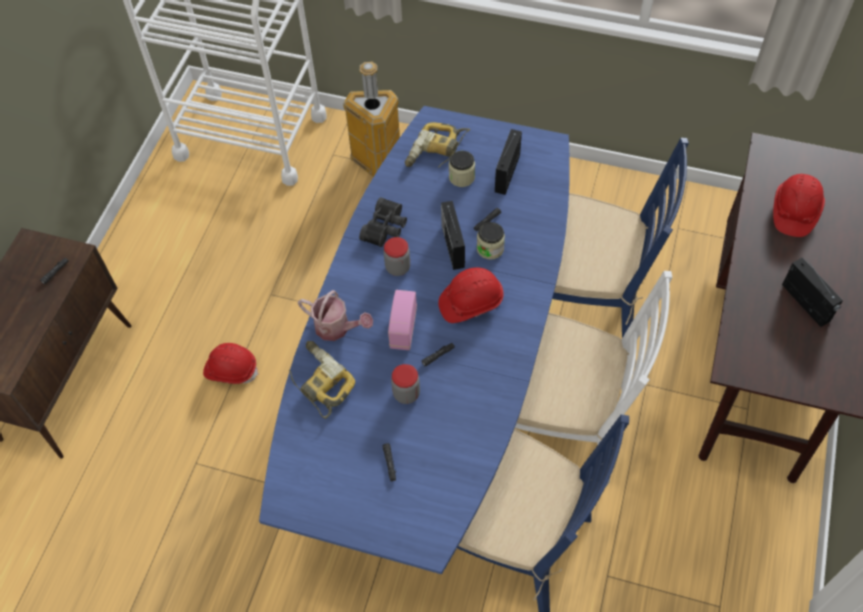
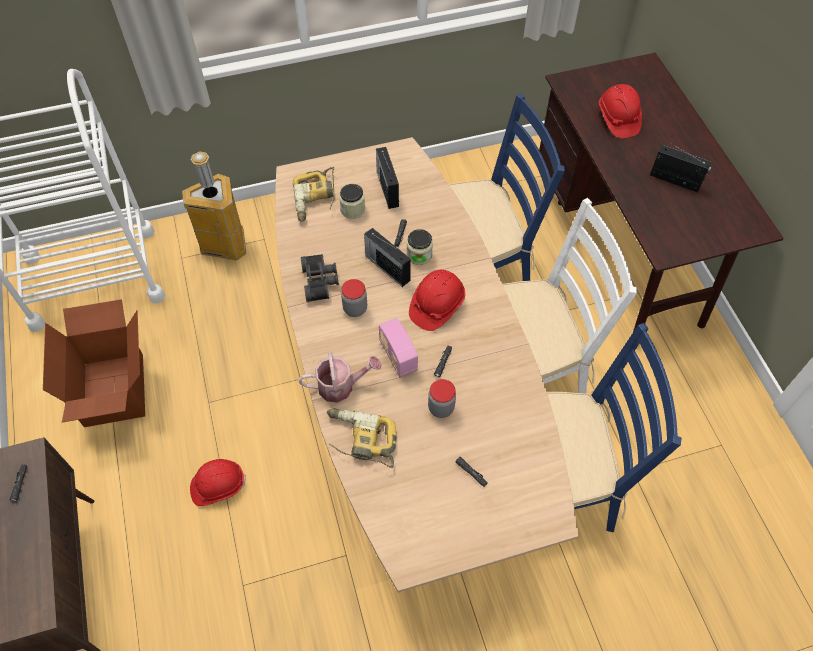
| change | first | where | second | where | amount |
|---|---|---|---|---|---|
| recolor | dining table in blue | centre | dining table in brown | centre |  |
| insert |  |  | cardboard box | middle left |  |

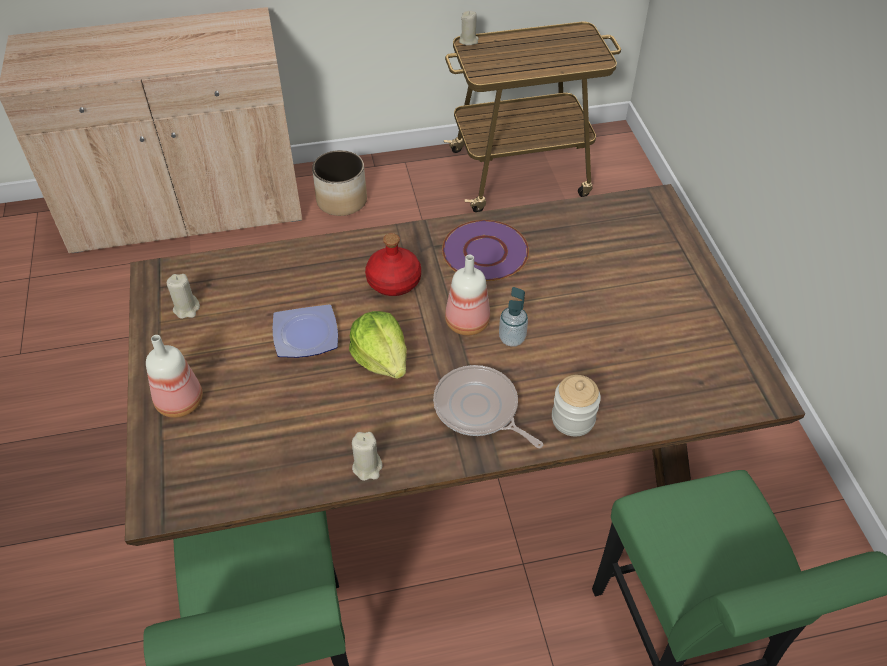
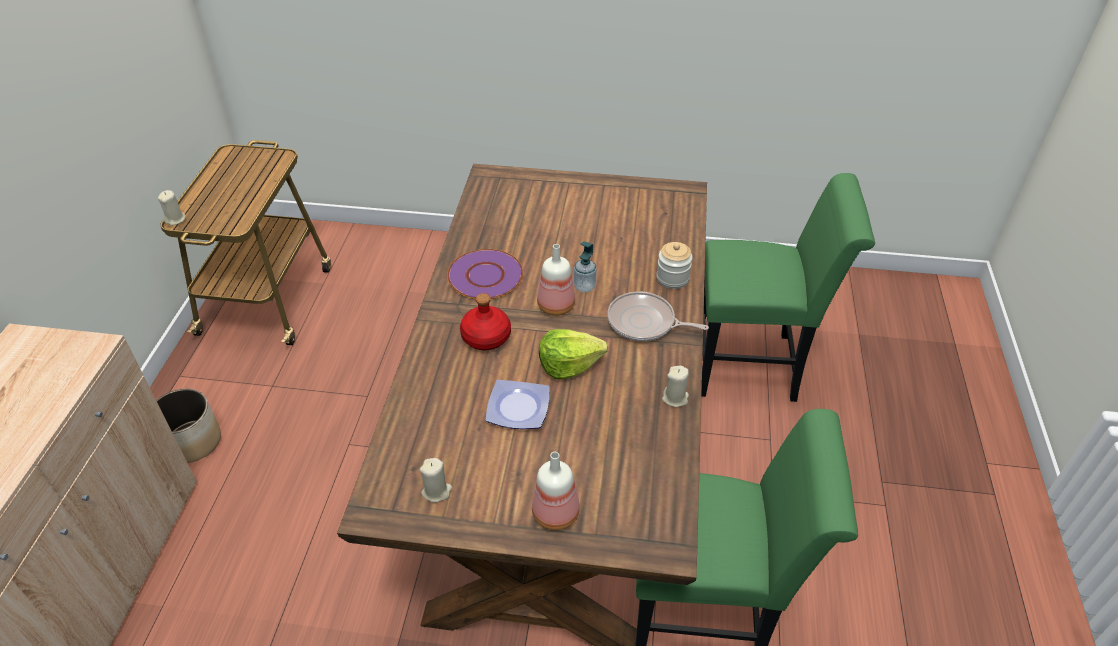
| change | first | where | second | where | amount |
|---|---|---|---|---|---|
| rotate | frying pan | centre |  | centre | 45 degrees clockwise |

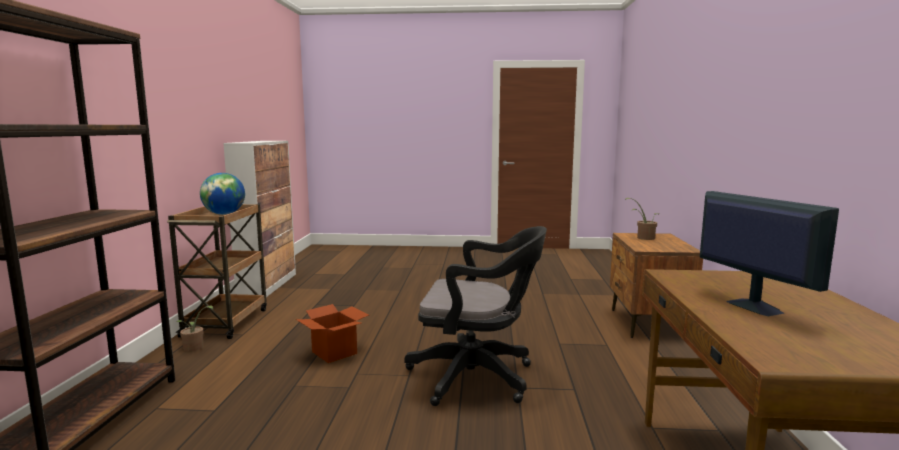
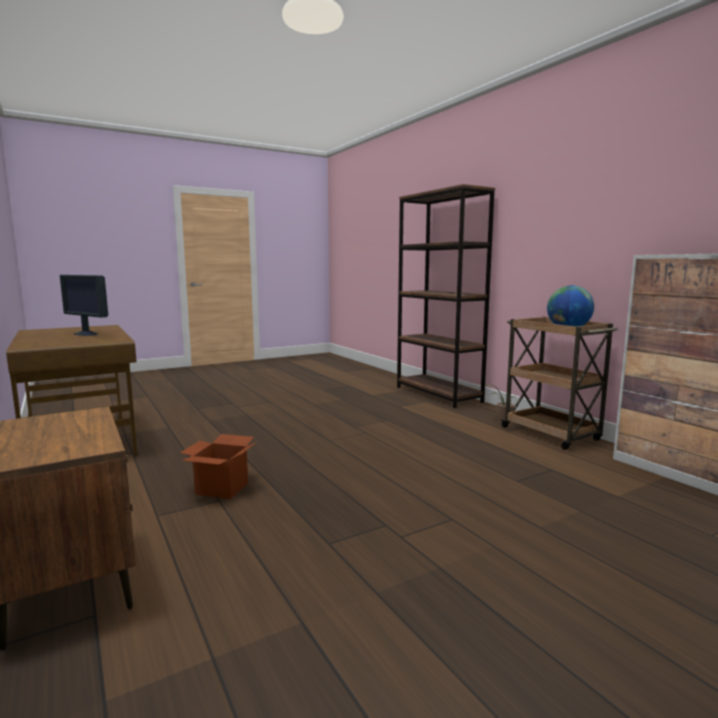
| change | first | where | second | where | amount |
|---|---|---|---|---|---|
| move | cardboard box | bottom centre |  | middle left |  |
| delete | office chair in black | bottom centre |  |  |  |
| delete | potted plant (2nd from left) | middle right |  |  |  |

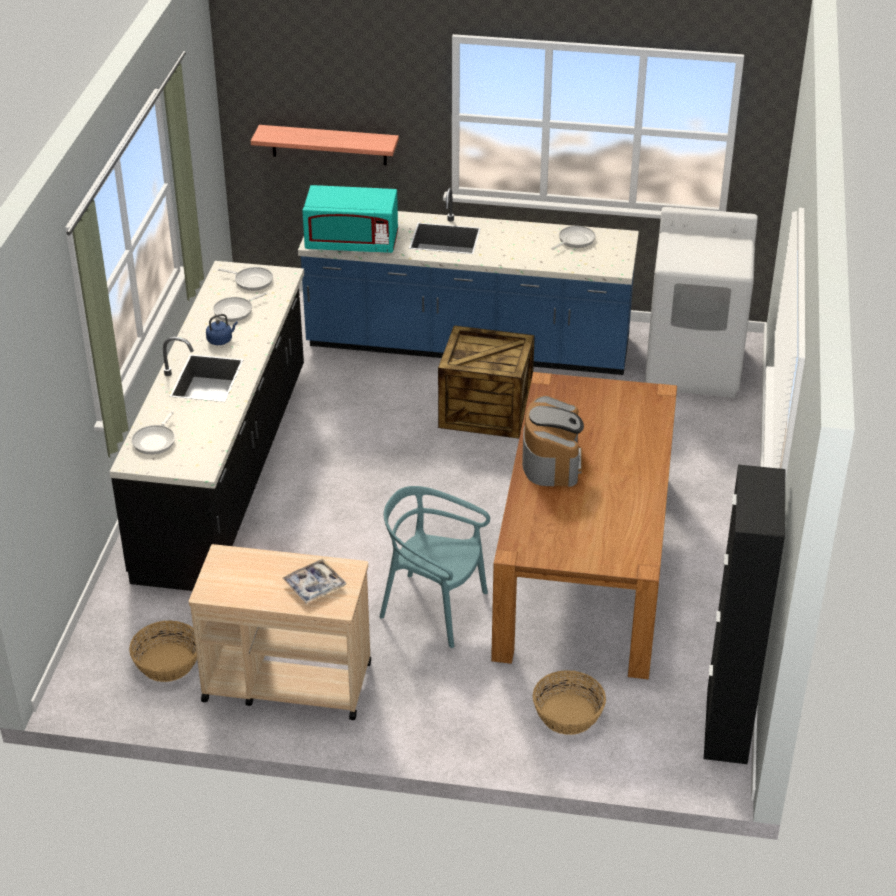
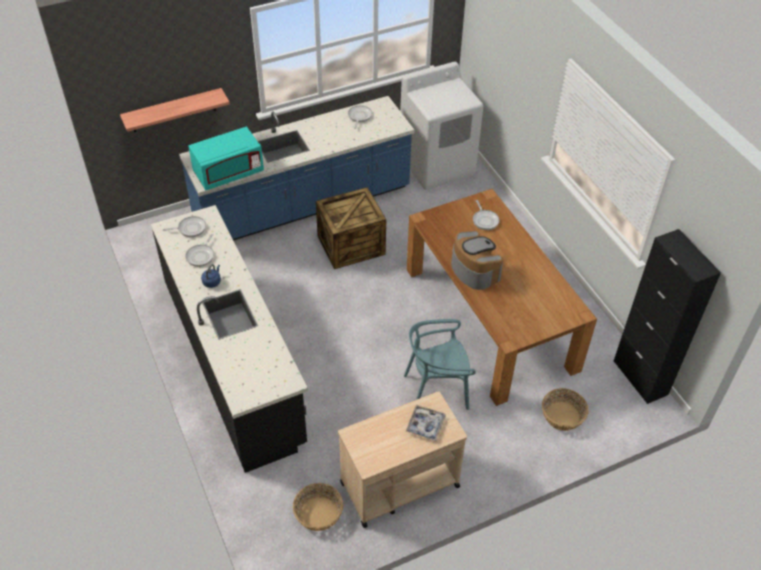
| change | first | where | second | where | amount |
|---|---|---|---|---|---|
| move | frying pan (1st from left in the first image) | middle left | frying pan (4th from left) | centre |  |

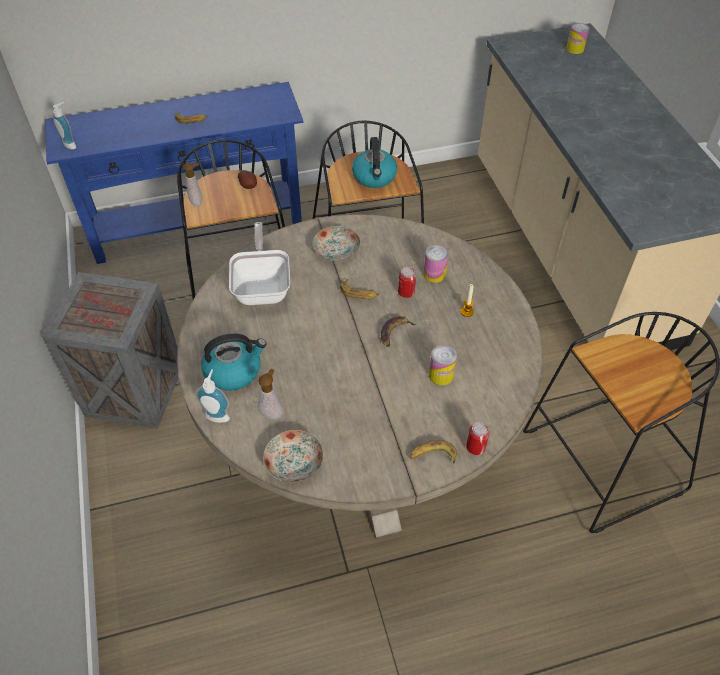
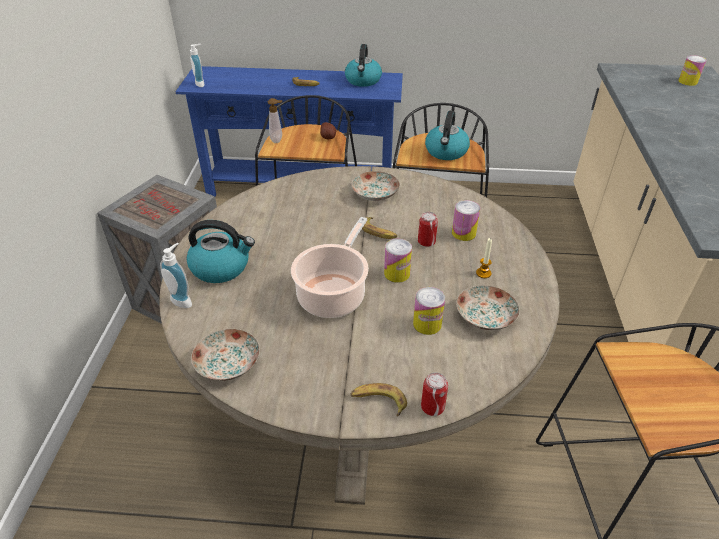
| change | first | where | second | where | amount |
|---|---|---|---|---|---|
| delete | frying pan | centre |  |  |  |
| delete | soap dispenser (4th from left) | centre |  |  |  |
| replace | banana (3rd from left) | centre | can (1st from left) | centre |  |
| insert |  |  | cooking pot | centre |  |
| insert |  |  | kettle (2nd from left) | top centre |  |
| insert |  |  | plate (3rd from left) | middle right |  |

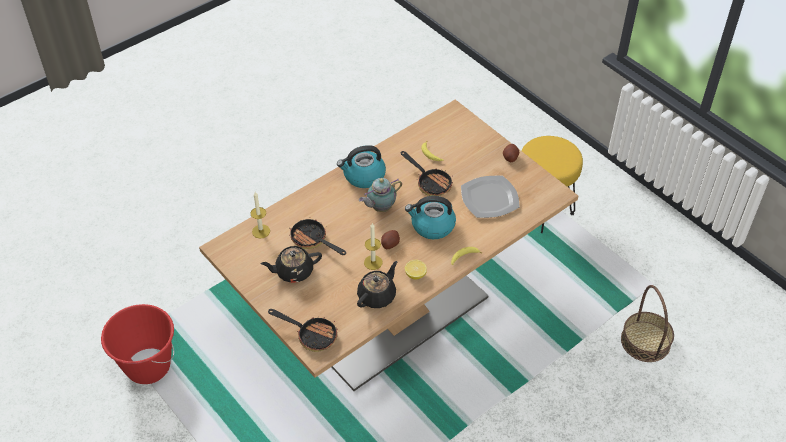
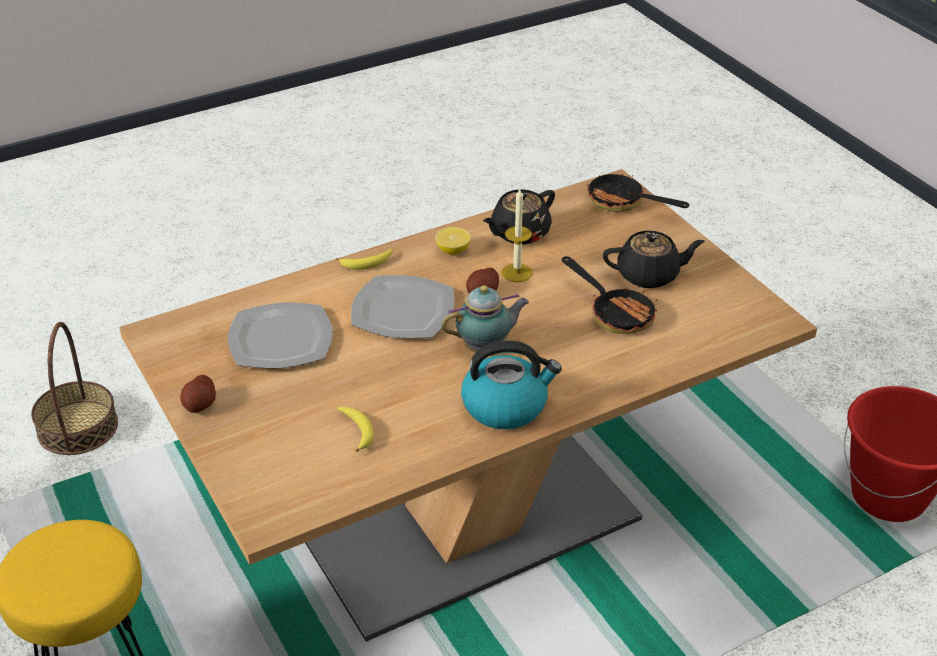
| change | first | where | second | where | amount |
|---|---|---|---|---|---|
| delete | candle (1st from left) | middle left |  |  |  |
| delete | frying pan (3rd from left) | centre |  |  |  |
| replace | kettle (2nd from left) | centre | plate (2nd from left) | centre |  |

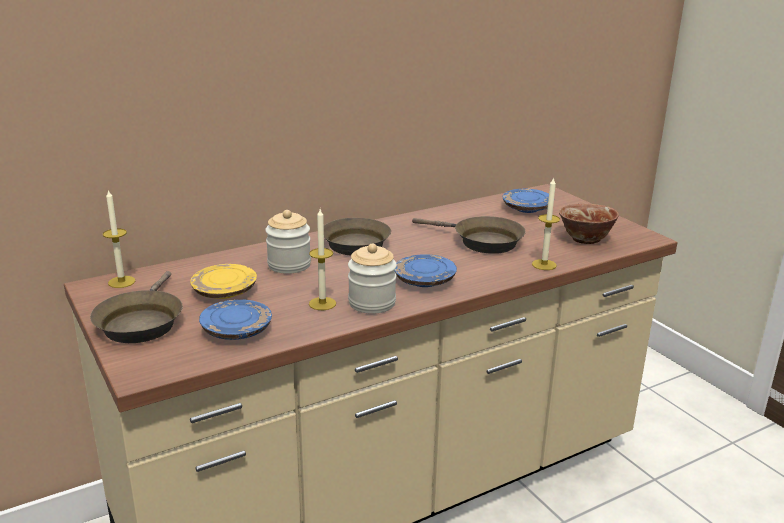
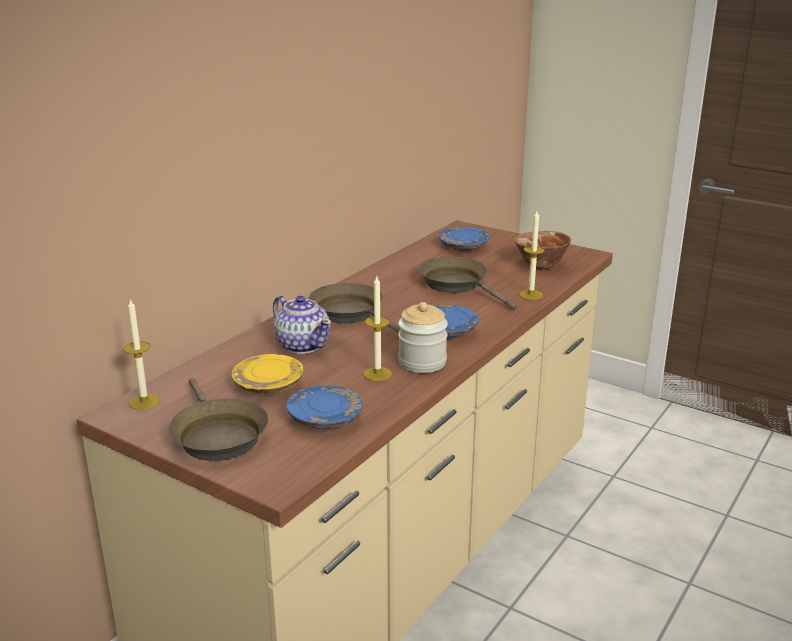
| change | first | where | second | where | amount |
|---|---|---|---|---|---|
| replace | jar (1st from left) | centre | teapot | centre |  |
| rotate | frying pan in brown (3rd from left) | centre |  | centre | 135 degrees counterclockwise |

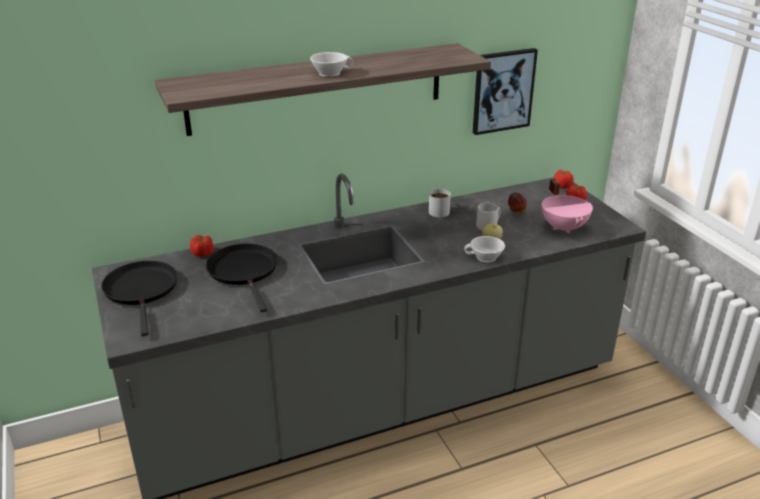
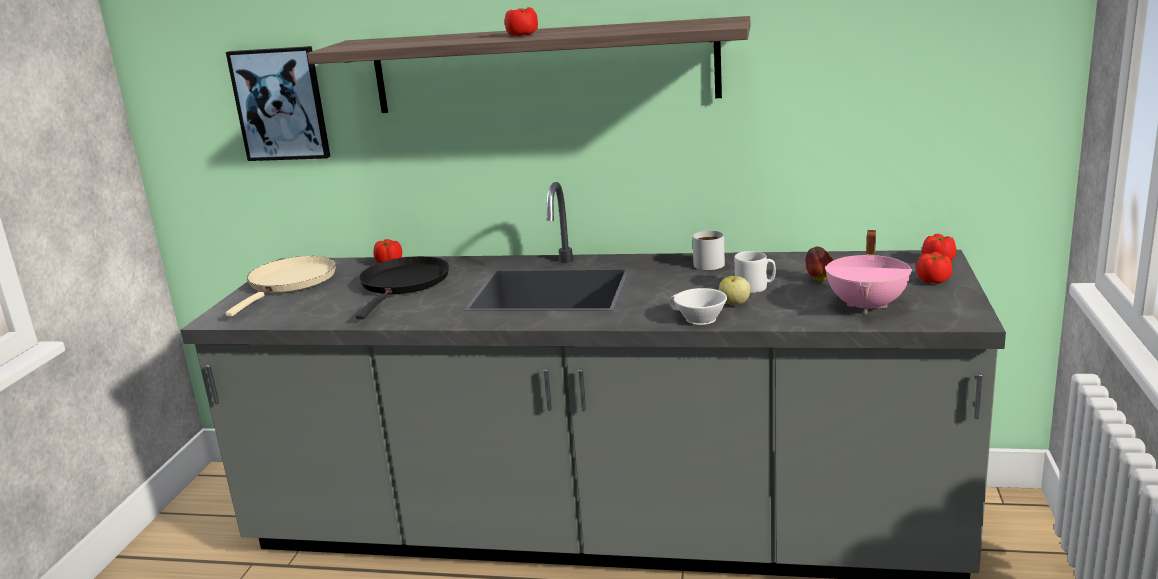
| change | first | where | second | where | amount |
|---|---|---|---|---|---|
| recolor | frying pan in black (1st from left) | middle left | frying pan in beige | middle left |  |
| replace | cup in white (1st from left) | top centre | tomato (2nd from left) | top centre |  |
| move | picture | top centre |  | top left |  |

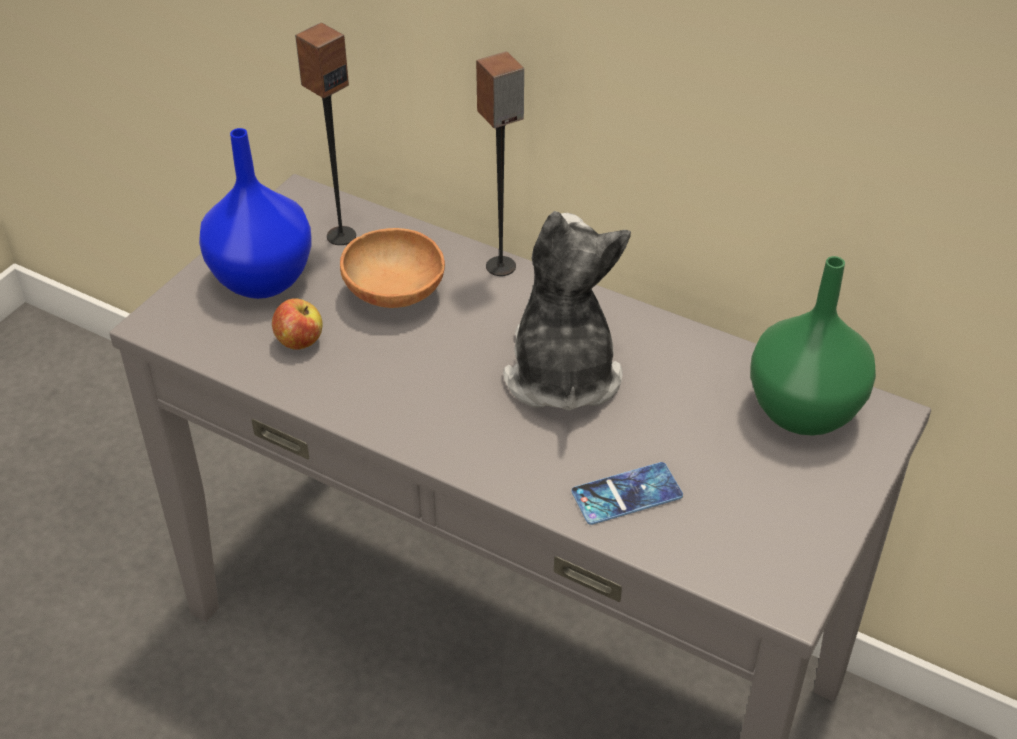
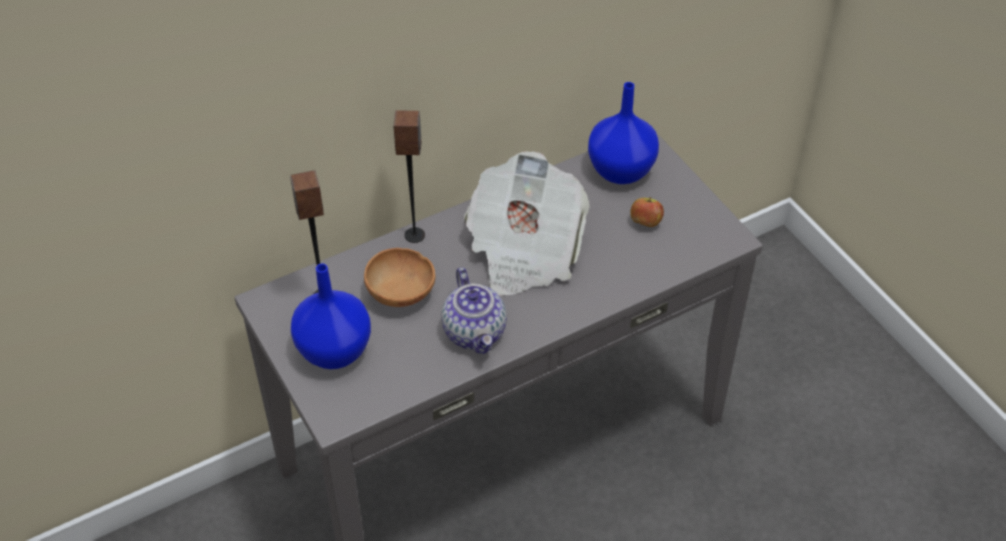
| change | first | where | second | where | amount |
|---|---|---|---|---|---|
| move | apple | middle left |  | centre |  |
| replace | plush toy | centre | newspaper | centre |  |
| delete | phone | bottom centre |  |  |  |
| recolor | vase in green | middle right | vase in blue (2nd from left) | top centre |  |
| insert |  |  | teapot | centre |  |

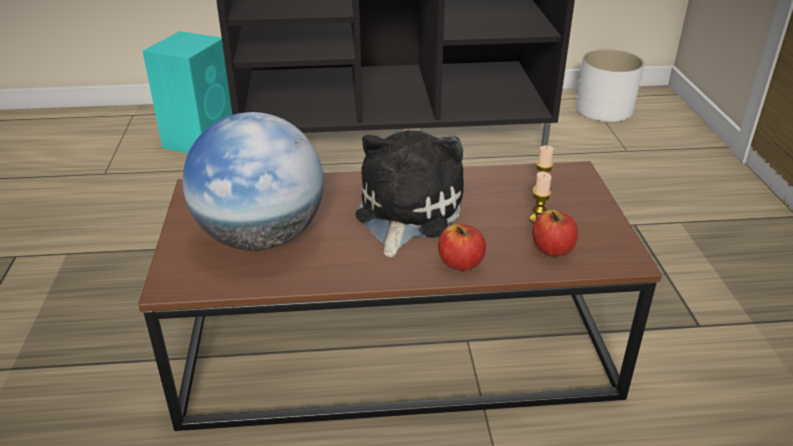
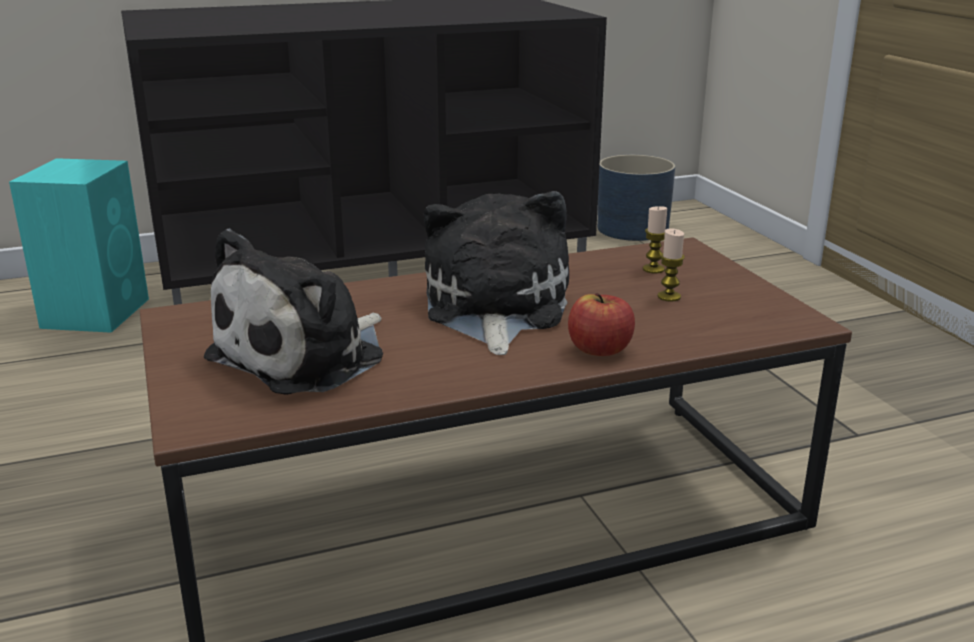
| change | first | where | second | where | amount |
|---|---|---|---|---|---|
| replace | globe | middle left | plush toy (1st from left) | middle left |  |
| delete | apple (2nd from left) | middle right |  |  |  |
| recolor | planter in white | top right | planter in blue | top centre |  |

